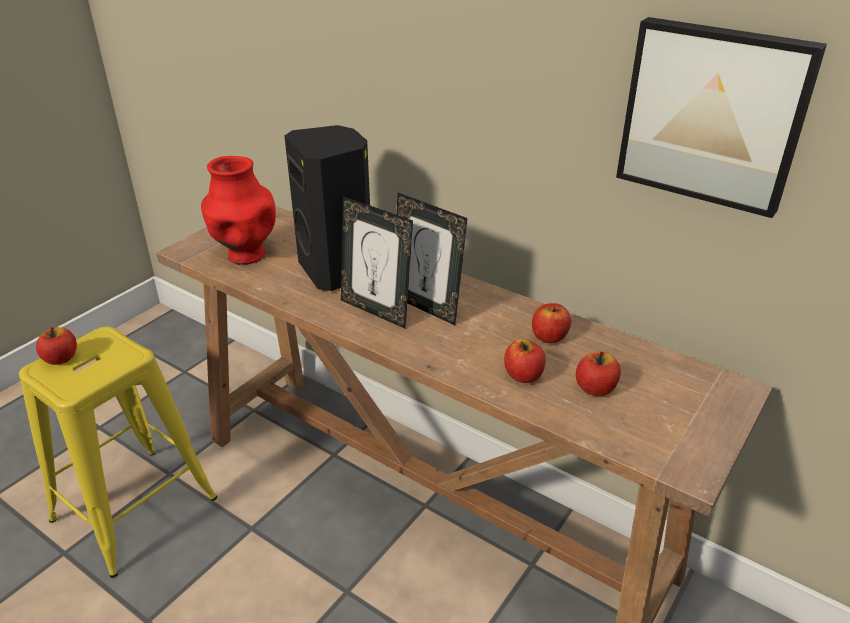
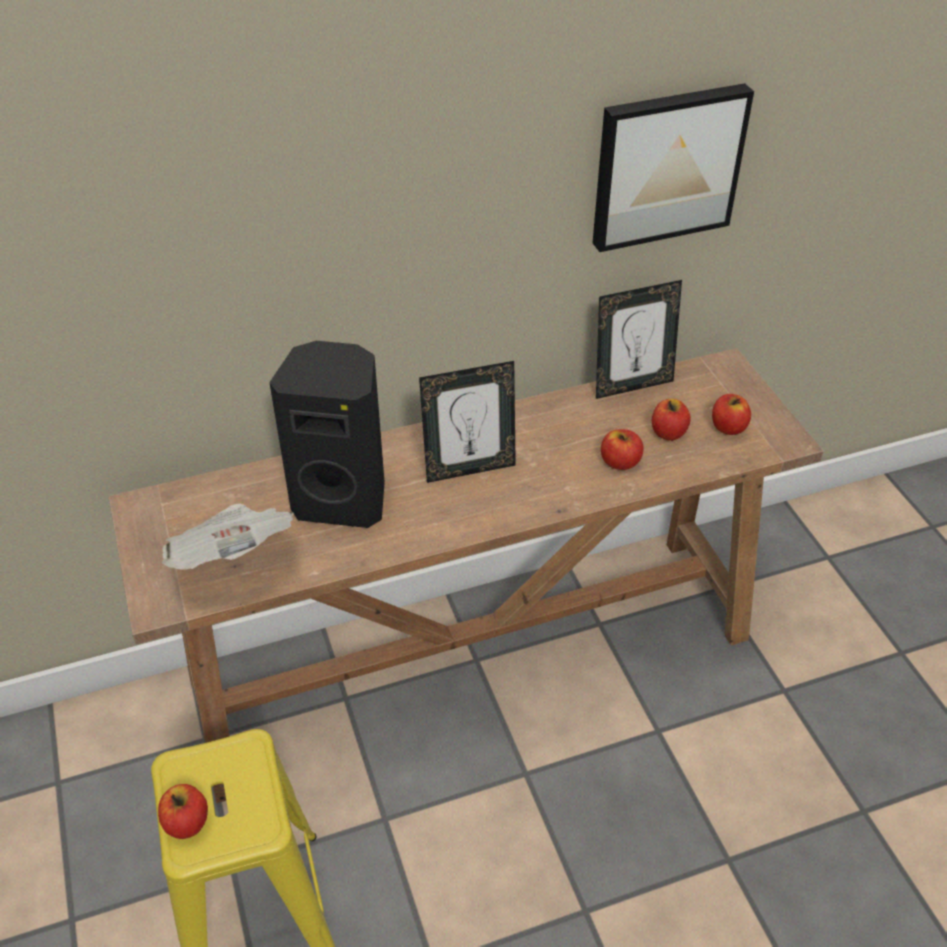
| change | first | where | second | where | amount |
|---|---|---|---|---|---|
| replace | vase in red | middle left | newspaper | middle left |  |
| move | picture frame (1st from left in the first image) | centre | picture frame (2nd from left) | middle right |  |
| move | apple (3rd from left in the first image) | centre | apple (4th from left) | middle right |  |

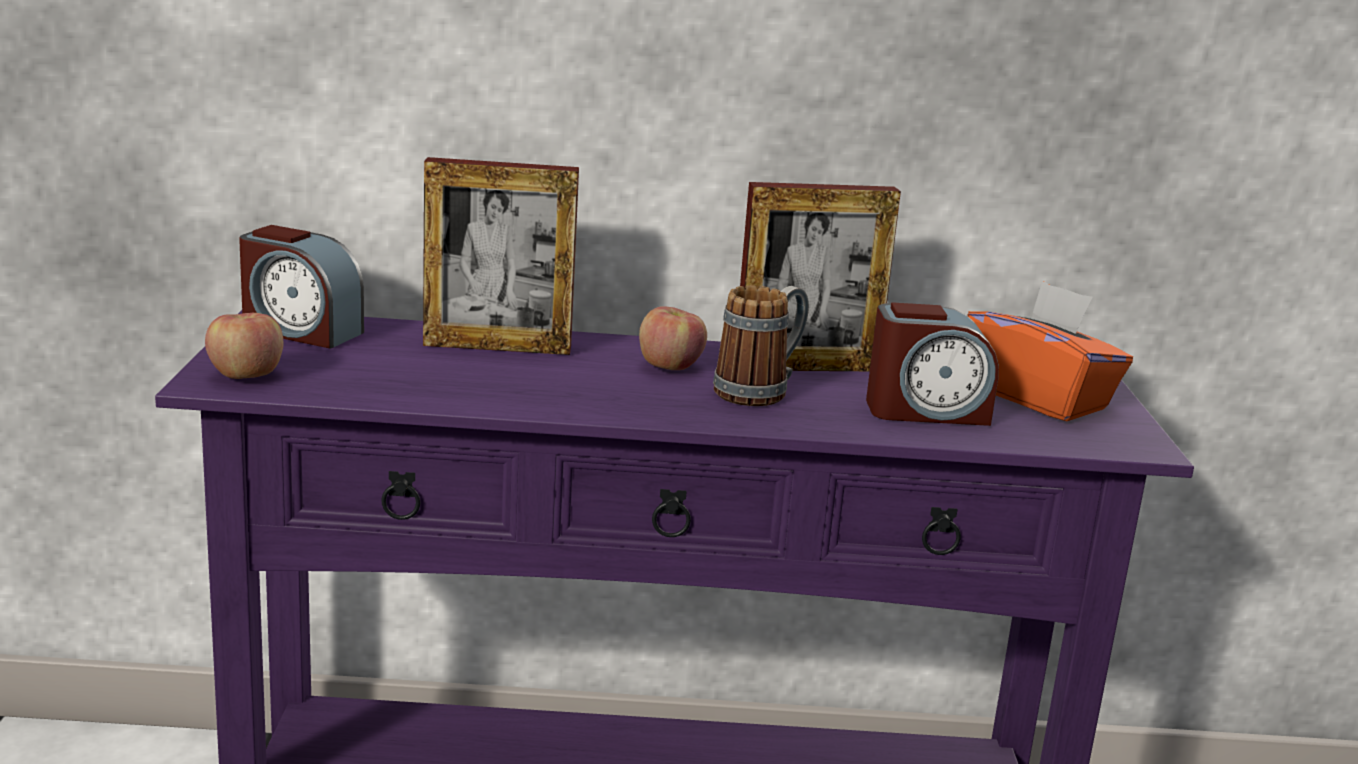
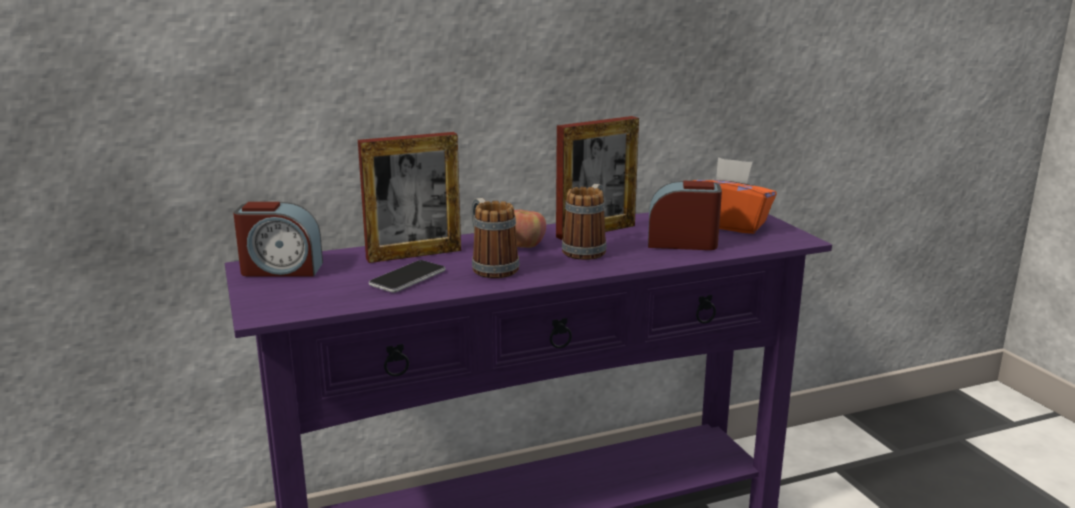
| change | first | where | second | where | amount |
|---|---|---|---|---|---|
| delete | apple (1st from left) | middle left |  |  |  |
| rotate | alarm clock (2nd from left) | middle right |  | centre | 150 degrees counterclockwise |
| insert |  |  | phone | centre |  |
| insert |  |  | mug (1st from left) | centre |  |

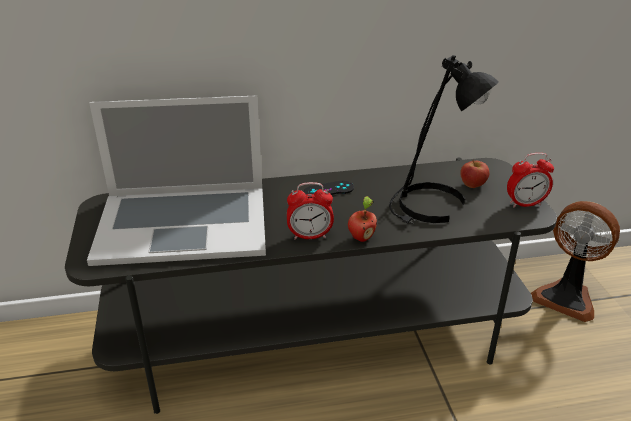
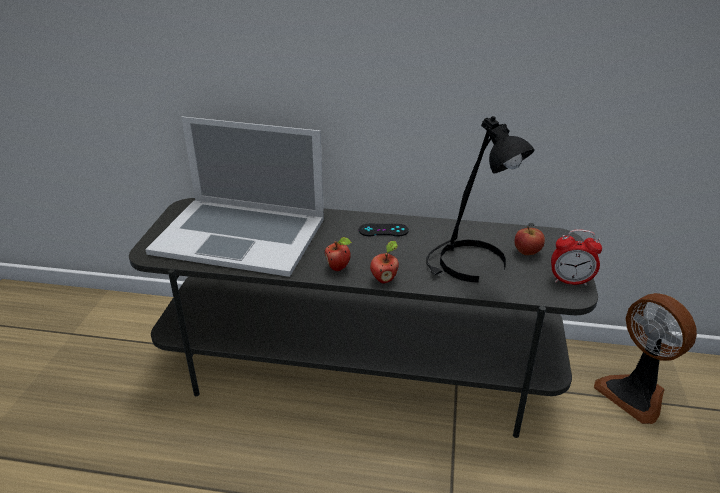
| change | first | where | second | where | amount |
|---|---|---|---|---|---|
| replace | alarm clock (1st from left) | centre | apple (1st from left) | centre |  |

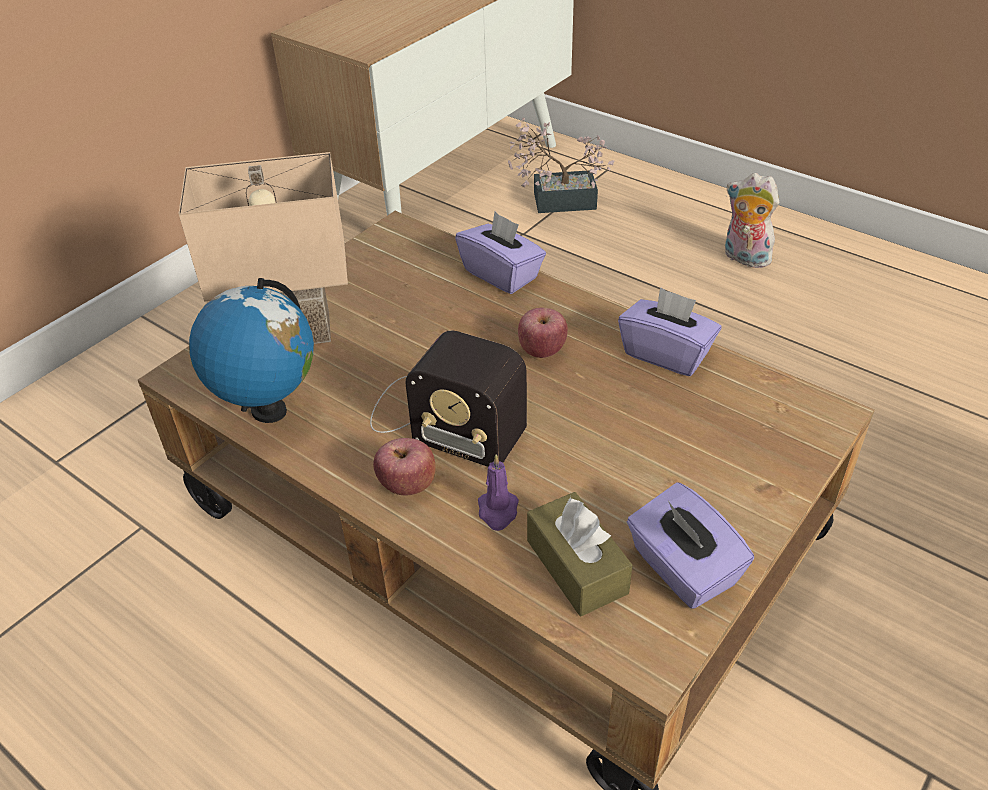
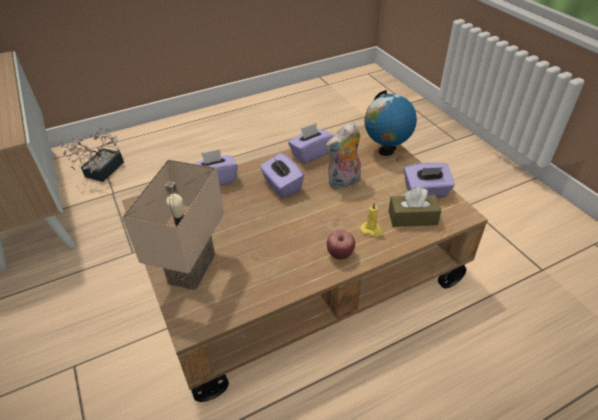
| change | first | where | second | where | amount |
|---|---|---|---|---|---|
| move | globe | middle left |  | top centre |  |
| delete | radio | centre |  |  |  |
| recolor | candle in purple | centre | candle in yellow | centre |  |
| replace | apple (2nd from left) | centre | tissue box in purple (2nd from left) | centre |  |
| move | plush toy | top right |  | centre |  |

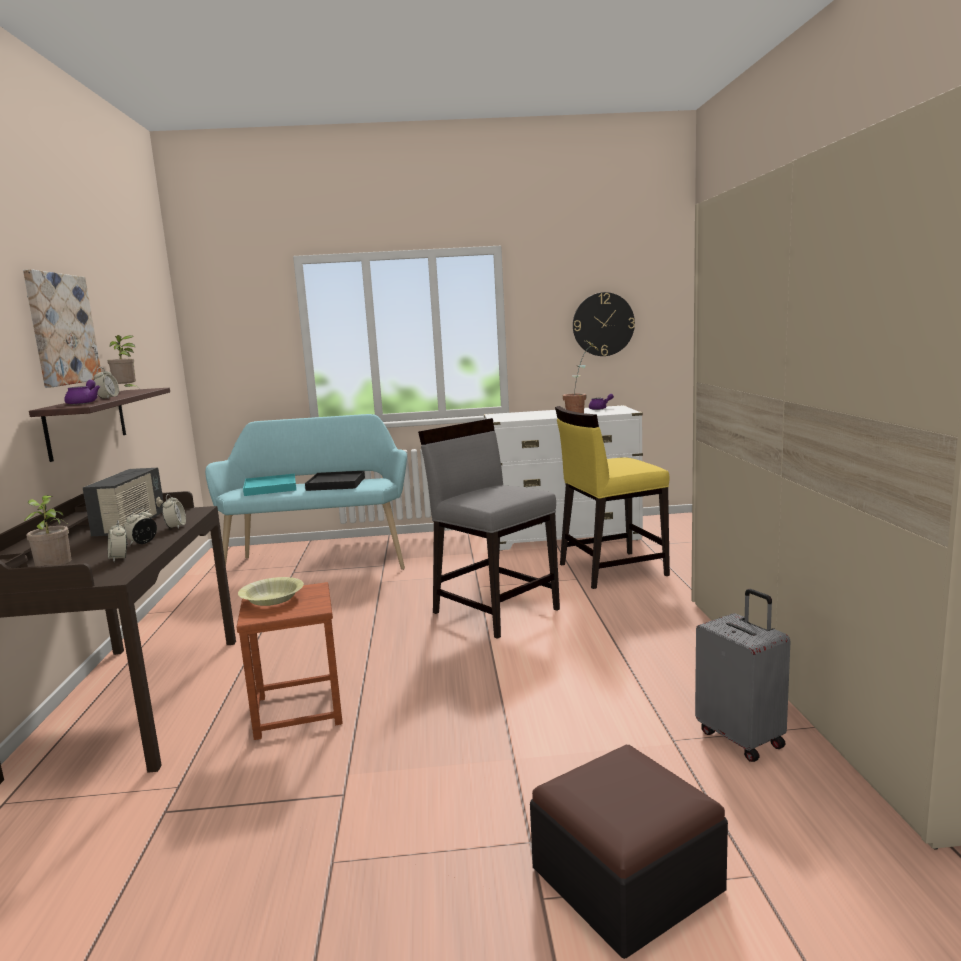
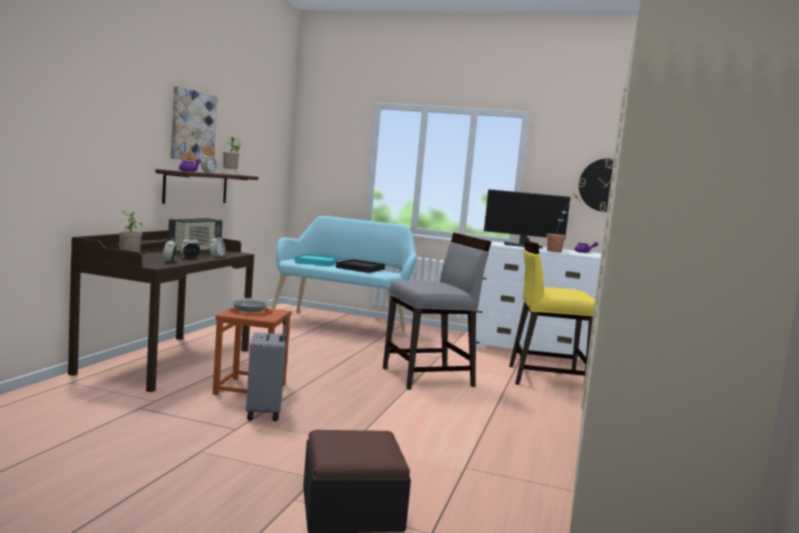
| change | first | where | second | where | amount |
|---|---|---|---|---|---|
| recolor | bowl in yellow | middle left | bowl in grey | middle left |  |
| rotate | chair in grey | centre |  | centre | 90 degrees clockwise |
| move | suitcase in grey | bottom right |  | bottom left |  |
| insert |  |  | monitor | centre |  |

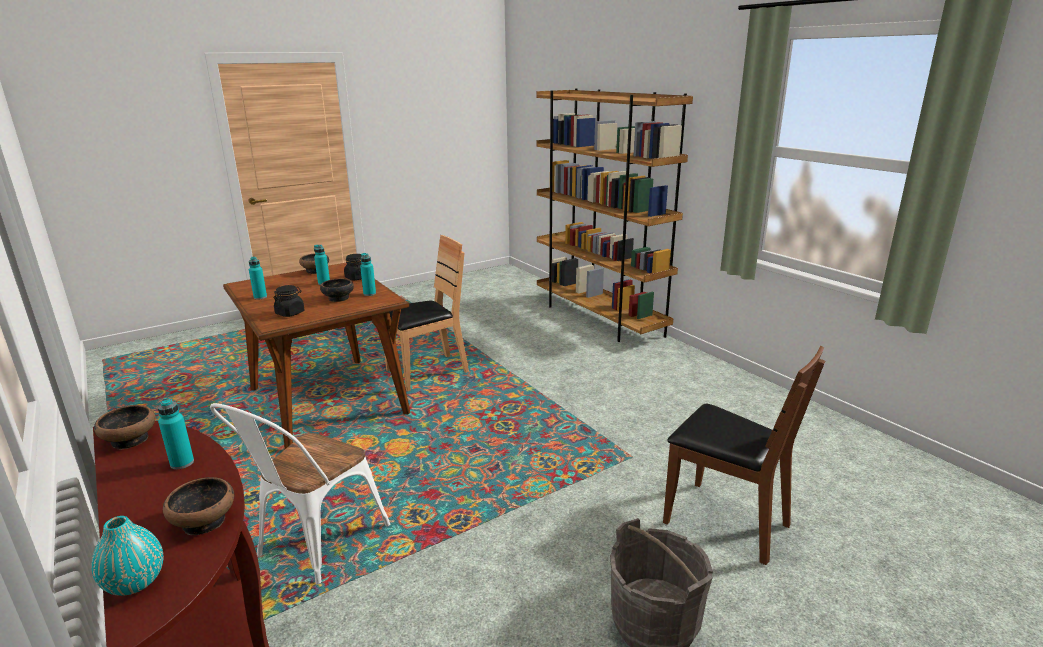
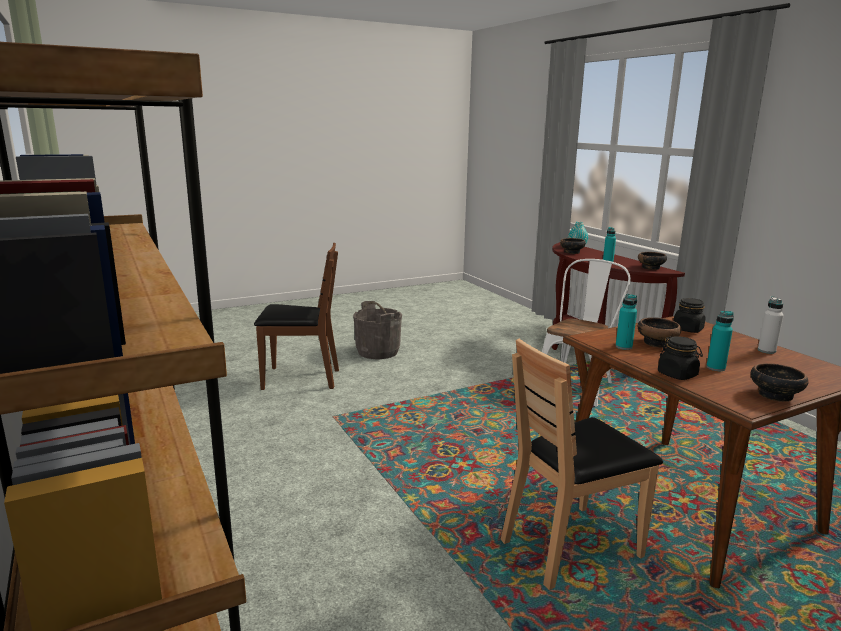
| change | first | where | second | where | amount |
|---|---|---|---|---|---|
| recolor | bottle in turquoise (2nd from left) | middle left | bottle in white | middle right |  |
| rotate | chair in brown (2nd from left in the first image) | bottom right | chair in brown (1st from left) | centre | 135 degrees clockwise |

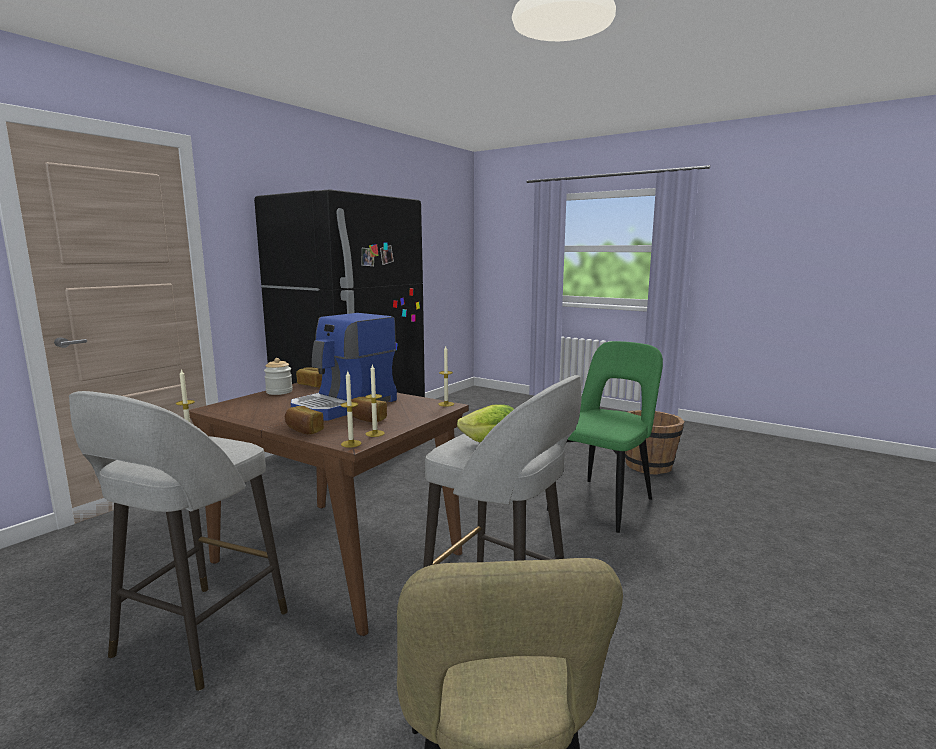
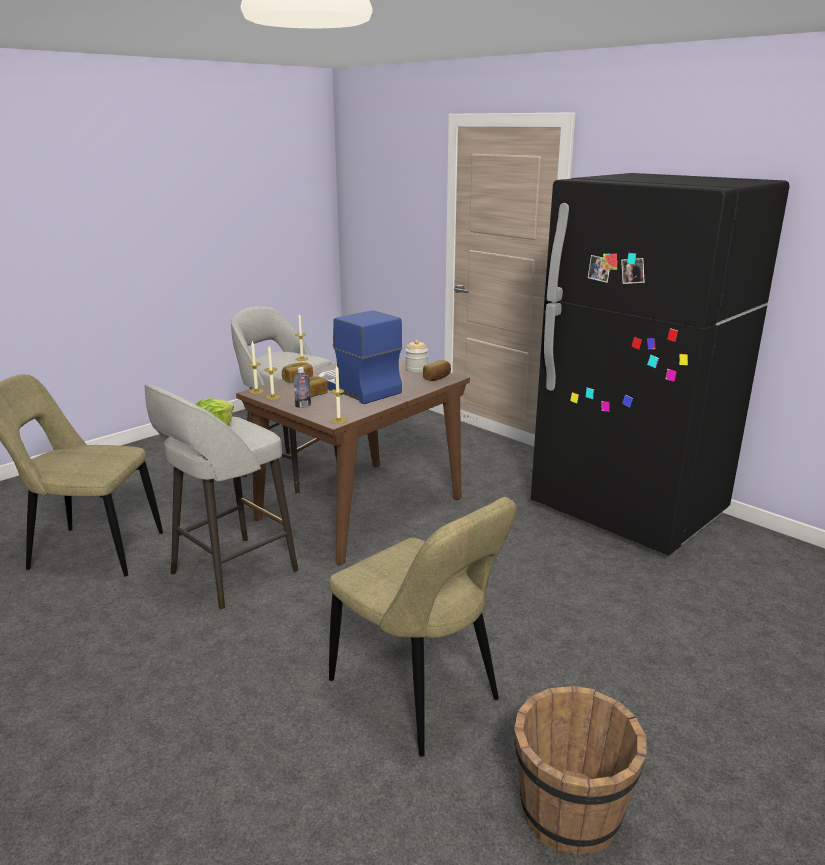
| change | first | where | second | where | amount |
|---|---|---|---|---|---|
| recolor | chair in green | centre | chair in beige (2nd from left) | bottom centre |  |
| insert |  |  | bottle | centre |  |

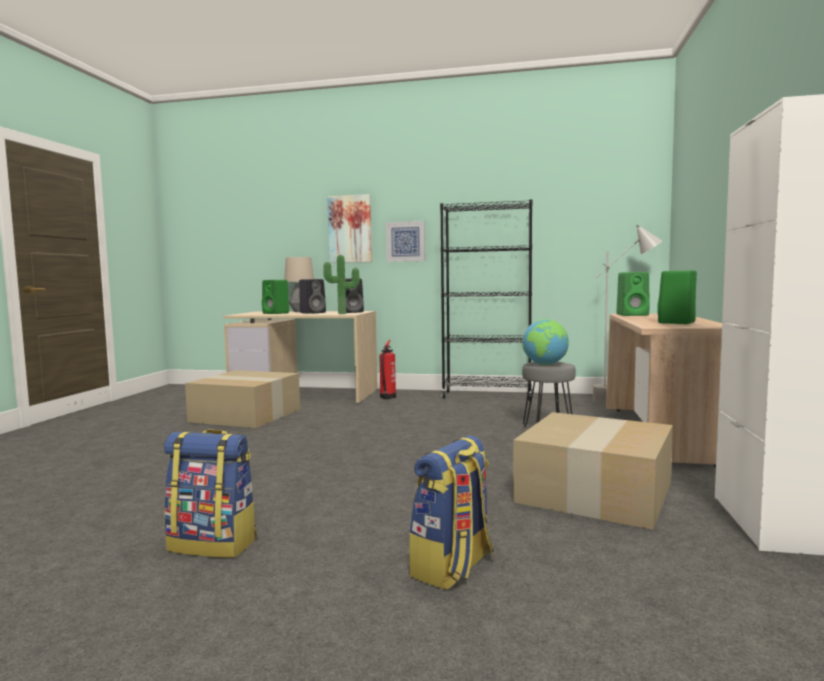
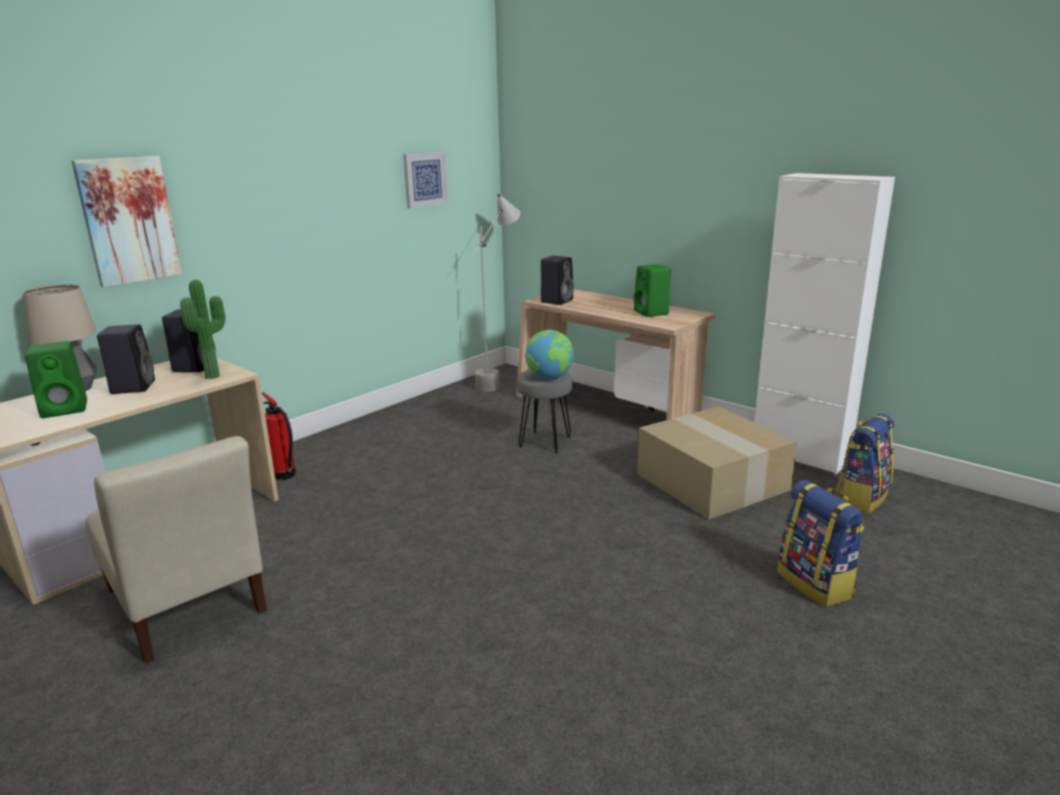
| change | first | where | second | where | amount |
|---|---|---|---|---|---|
| move | backpack (1st from left in the first image) | bottom left | backpack (2nd from left) | middle right |  |
| replace | cardboard box (1st from left) | middle left | chair in beige | bottom left |  |
| move | picture (2nd from left) | centre |  | top centre |  |
| delete | bookcase in black | centre |  |  |  |
| recolor | speaker in green (2nd from left) | middle right | speaker in black (3rd from left) | centre |  |

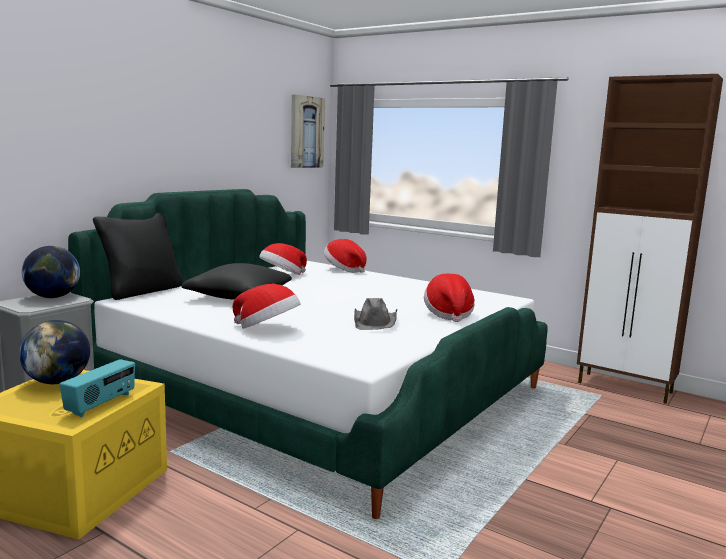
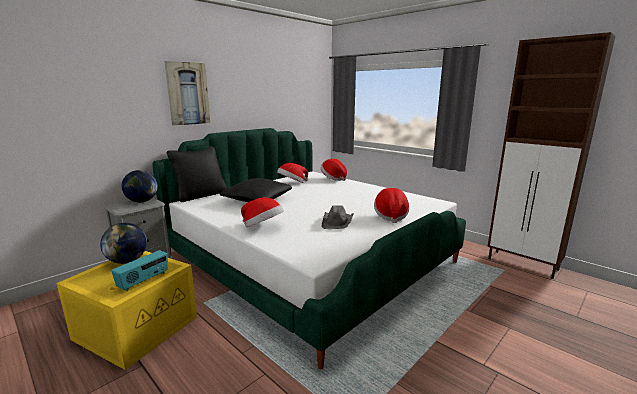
| change | first | where | second | where | amount |
|---|---|---|---|---|---|
| move | picture | top centre |  | top left |  |

